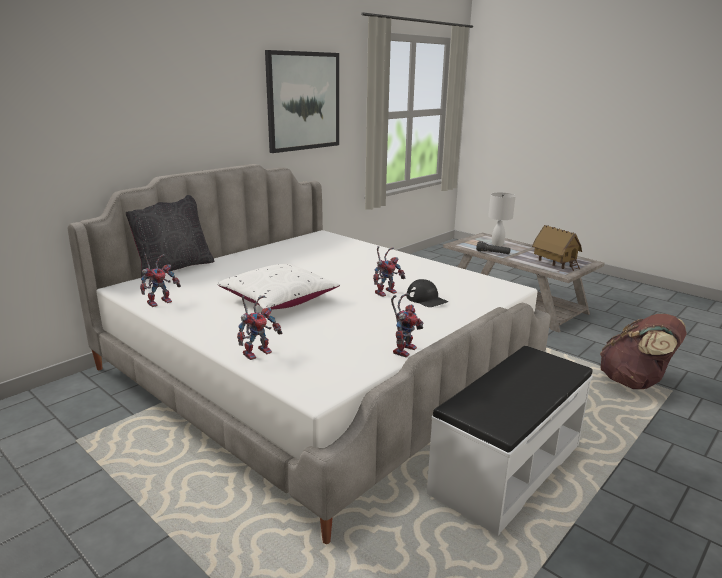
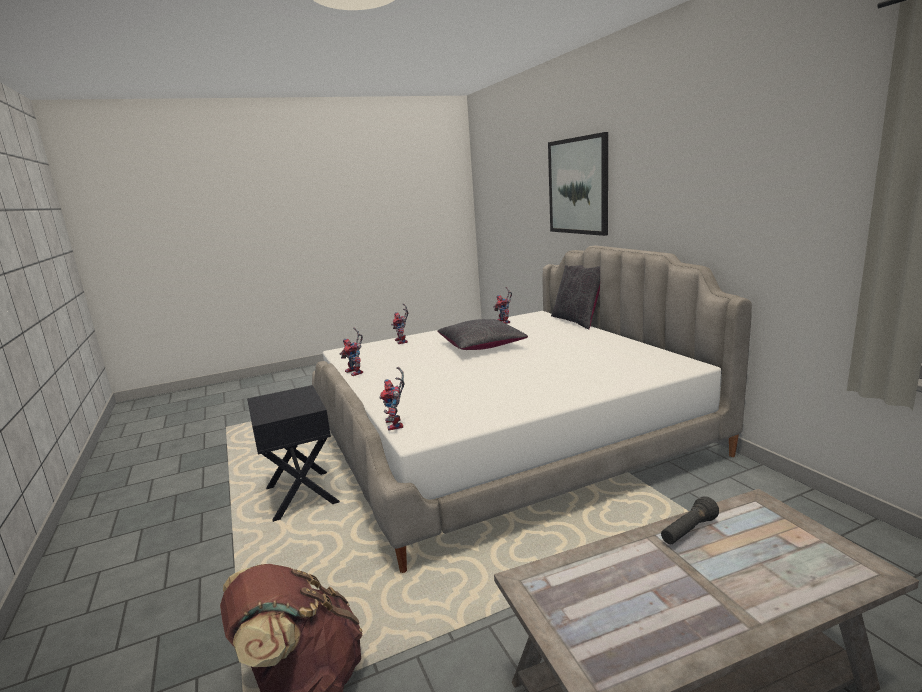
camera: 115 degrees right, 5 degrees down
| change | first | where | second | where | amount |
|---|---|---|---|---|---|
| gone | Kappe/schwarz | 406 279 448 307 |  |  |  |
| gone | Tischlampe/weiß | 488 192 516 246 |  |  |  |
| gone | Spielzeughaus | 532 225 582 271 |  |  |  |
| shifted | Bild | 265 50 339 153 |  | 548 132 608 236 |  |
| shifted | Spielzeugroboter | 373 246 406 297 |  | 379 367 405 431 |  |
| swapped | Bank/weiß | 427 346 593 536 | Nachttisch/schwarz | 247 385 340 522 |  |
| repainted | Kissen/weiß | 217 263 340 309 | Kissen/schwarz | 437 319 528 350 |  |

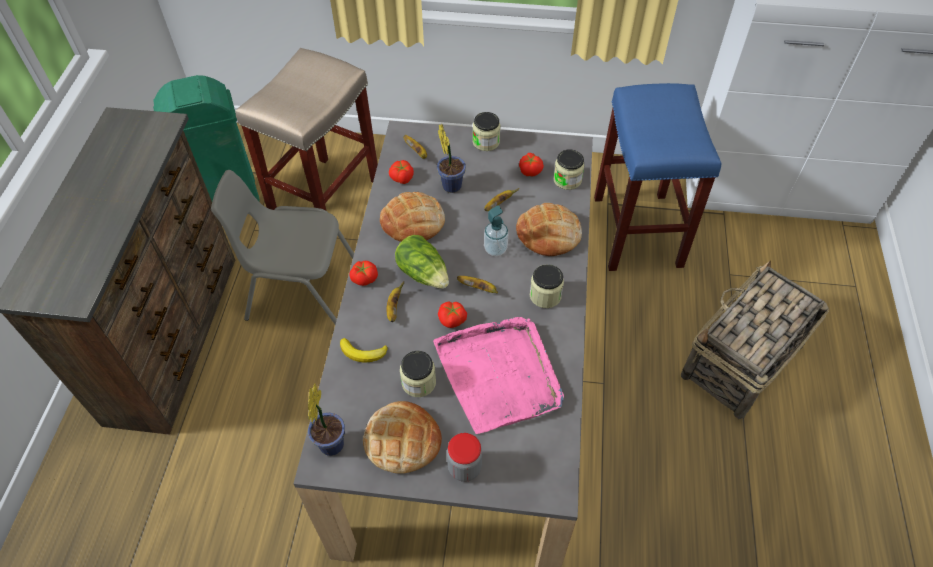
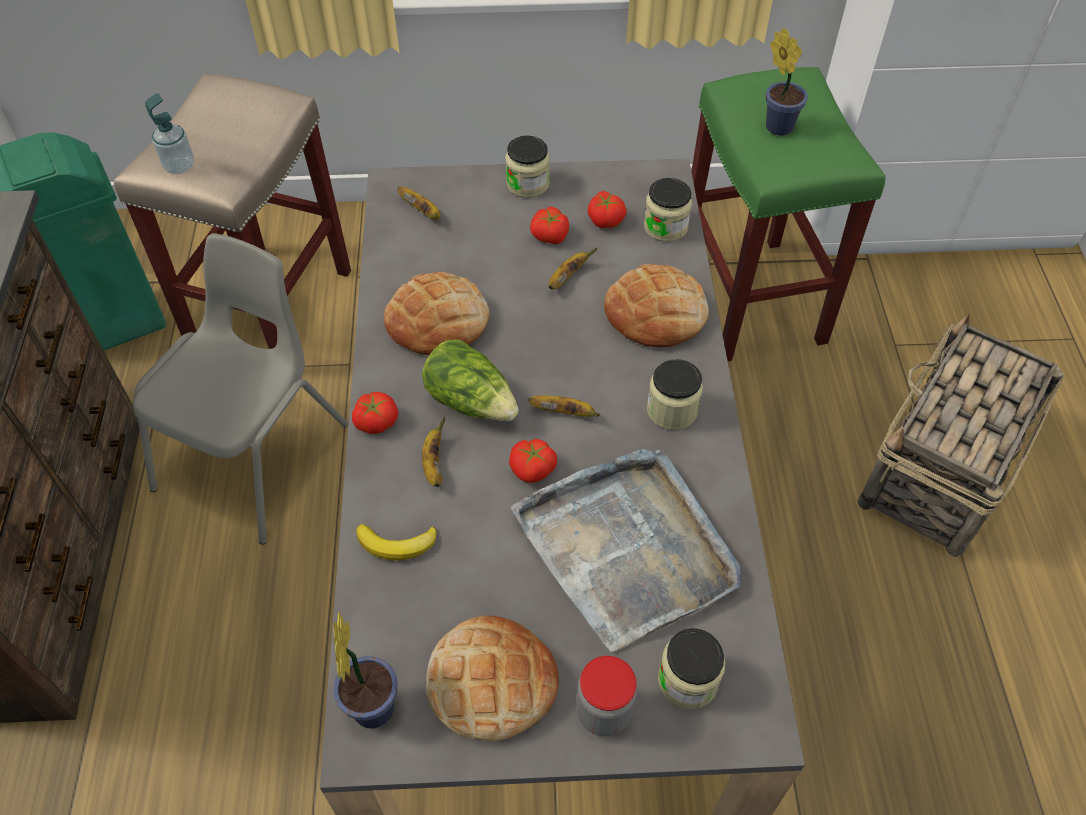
camera: 10 degrees left, 0 degrees up
| change | first | where | second | where | amount |
|---|---|---|---|---|---|
| shifted | Tomate | 389 160 414 184 |  | 530 207 569 244 |  |
| shifted | Vorratsglas | 400 351 436 397 |  | 658 628 725 709 |  |
| shifted | Topfpflanze | 437 124 466 193 |  | 766 28 808 136 |  |
| shifted | Seifenspender | 484 205 509 256 |  | 145 93 194 174 |  |
| repainted | Tablett/rosa | 433 317 564 434 | Tablett/grau | 511 449 741 652 |  |
| repainted | Hocker/blau | 594 83 721 271 | Hocker/grün | 691 67 886 362 |  |
| rotated | Stuhl/grau | 211 170 354 324 |  | 133 233 348 545 | 120 degrees clockwise |

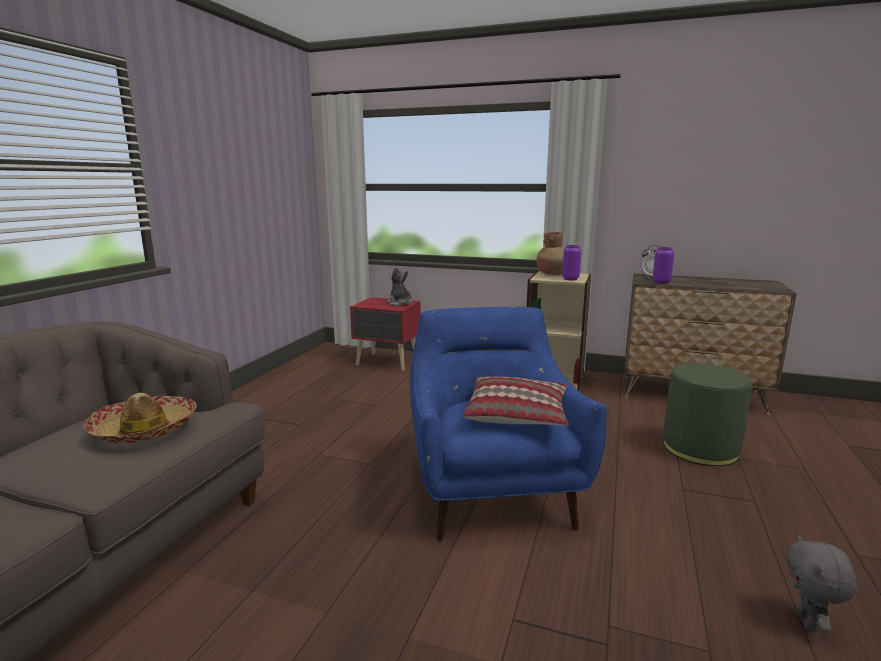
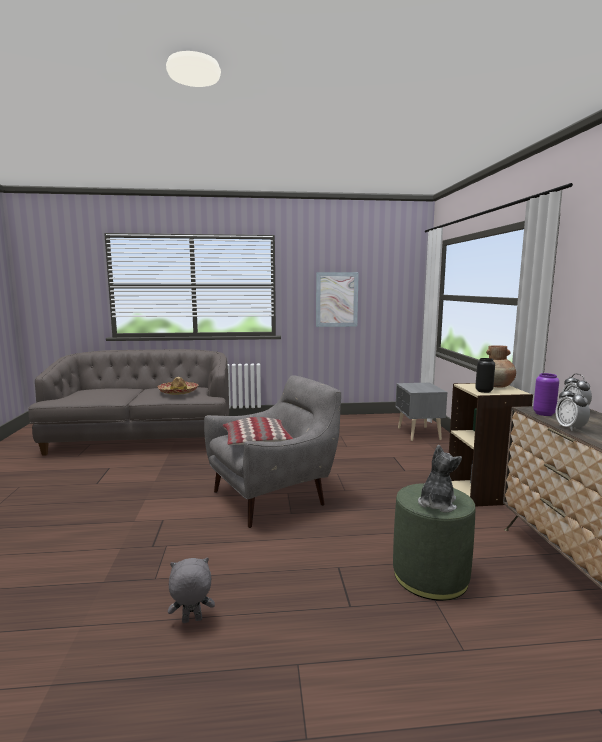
camera: 65 degrees right, 5 degrees down
| change | first | where | second | where | amount |
|---|---|---|---|---|---|
| new |  |  | Bild | 316 272 359 327 |  |
| new |  |  | Wecker | 555 386 590 431 |  |
| shifted | Plüschtier | 387 266 412 306 |  | 418 445 462 513 |  |
| repainted | Nachttisch/rot | 350 297 421 371 | Nachttisch/grau | 396 383 447 441 |  |
| repainted | Sessel/blau | 410 307 607 541 | Sessel/grau | 204 376 341 528 |  |
| repainted | Vase/lila | 562 245 581 280 | Vase/schwarz | 475 358 495 393 |  |

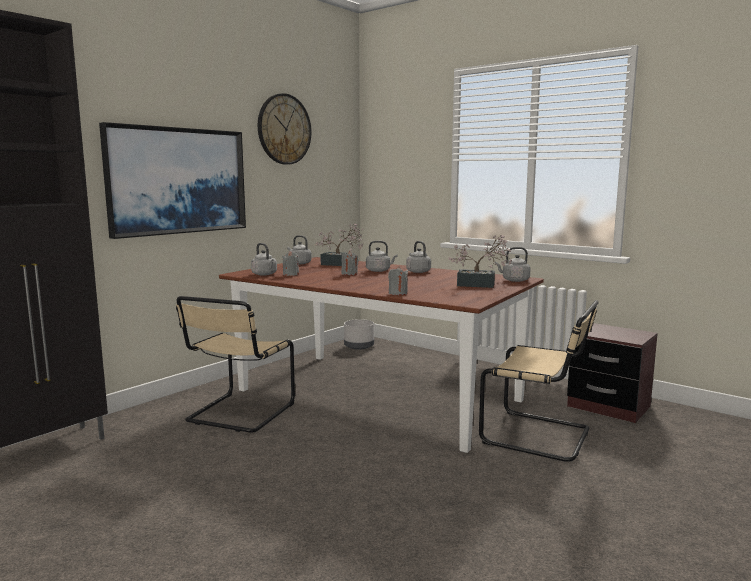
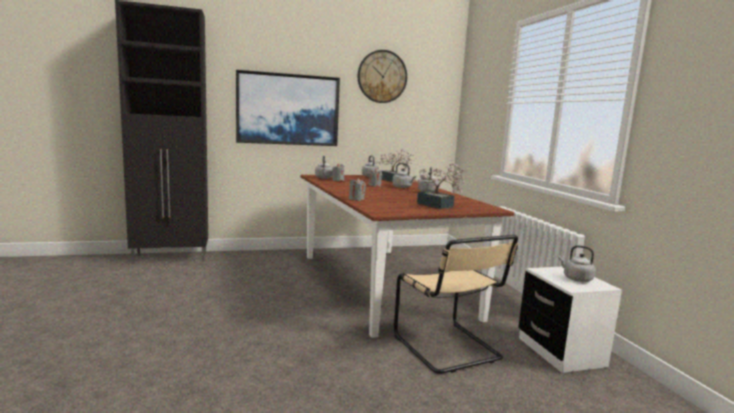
camera: 35 degrees right, 0 degrees up
| change | first | where | second | where | amount |
|---|---|---|---|---|---|
| gone | Stuhl/beige | 176 296 295 432 |  |  |  |
| gone | Pflanzkübel/grau | 344 319 374 350 |  |  |  |
| shifted | Wasserkessel/grau | 495 247 530 282 |  | 558 245 595 282 |  |
| repainted | Nachttisch/braun | 567 323 658 423 | Nachttisch/weiß | 518 267 622 373 |  |

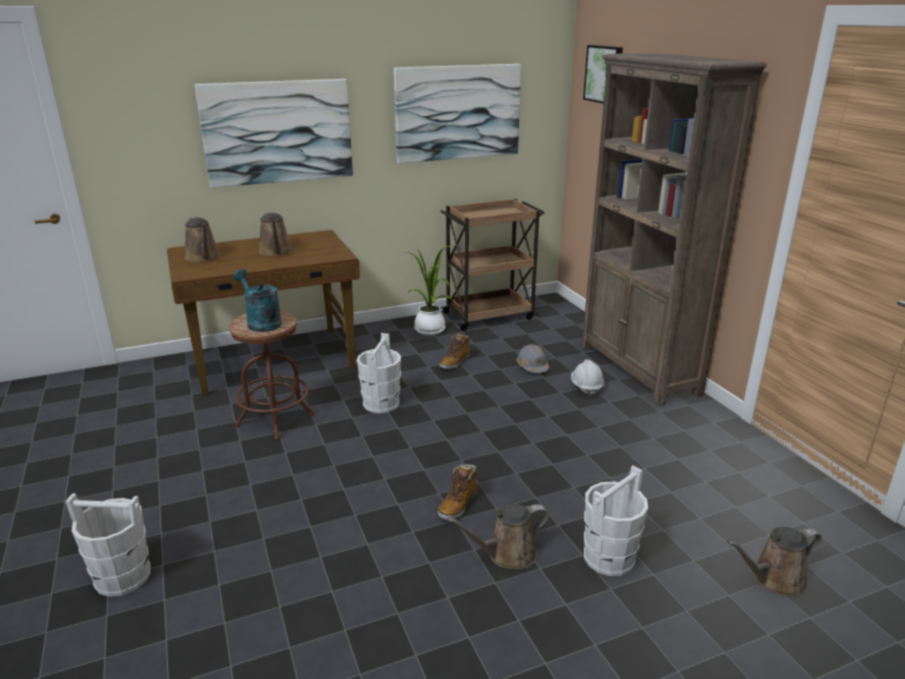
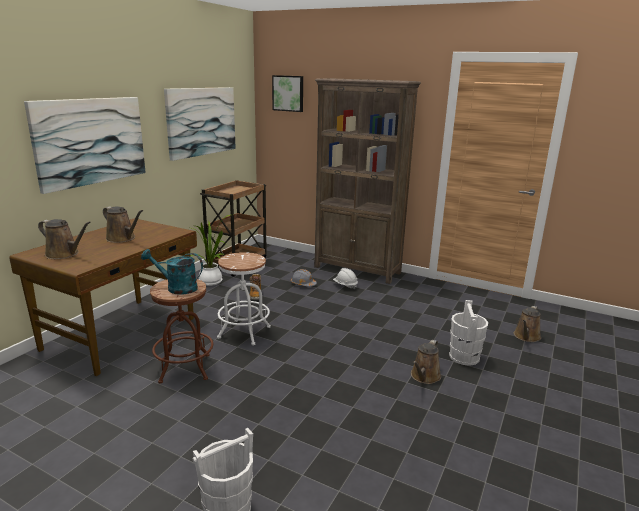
camera: 40 degrees left, 5 degrees down
| change | first | where | second | where | amount |
|---|---|---|---|---|---|
| gone | Stiefel | 438 464 478 520 |  |  |  |
| swapped | Eimer/weiß | 357 333 401 413 | Hocker/weiß | 217 252 271 345 |  |

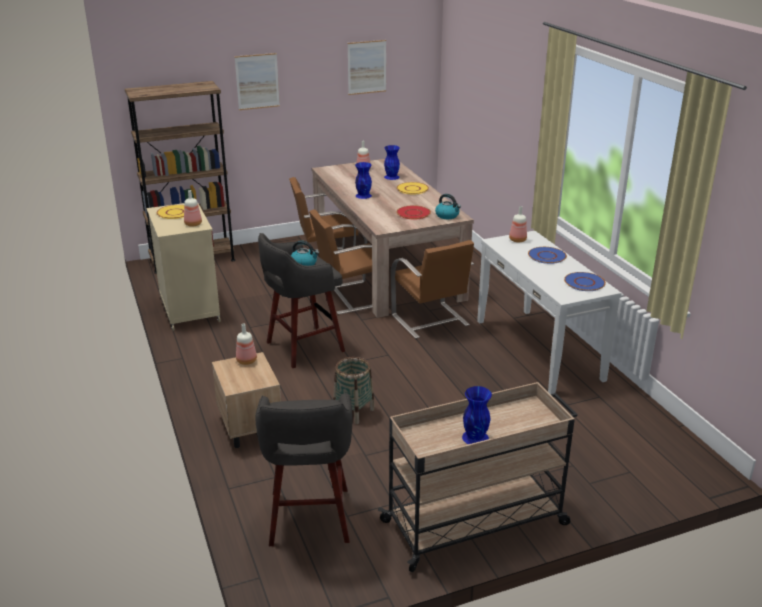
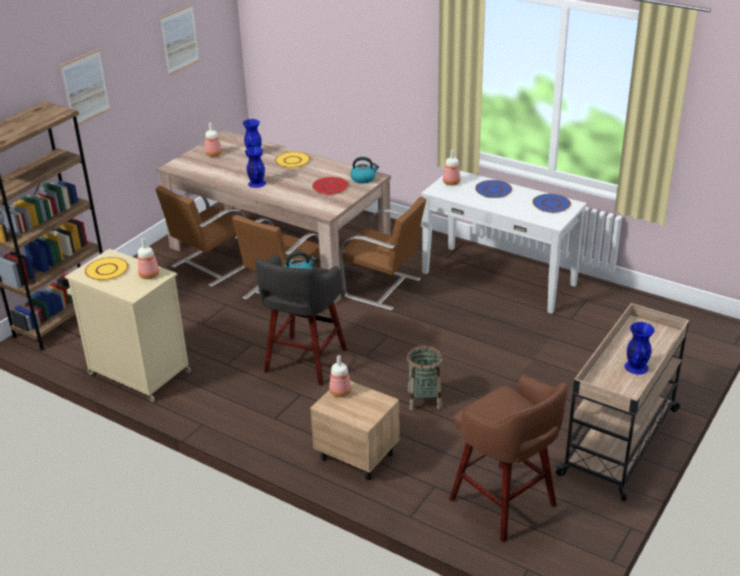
camera: 35 degrees left, 5 degrees up
| change | first | where | second | where | amount |
|---|---|---|---|---|---|
| repainted | Hocker/grau | 255 393 352 546 | Hocker/braun | 449 375 567 543 |  |

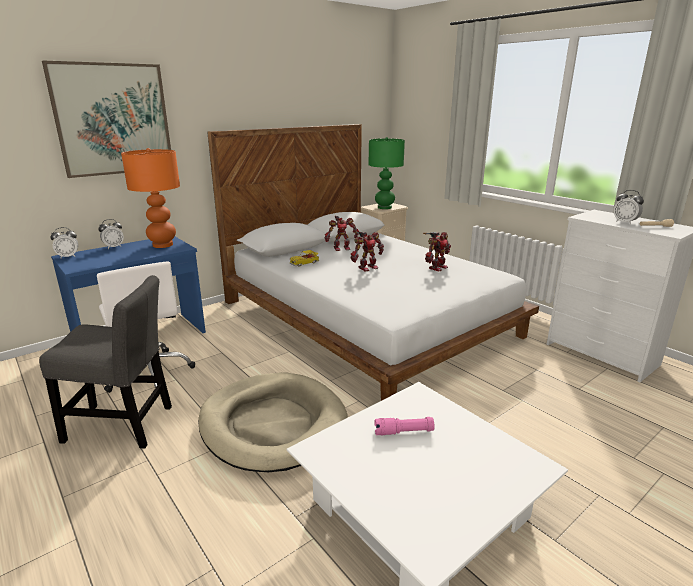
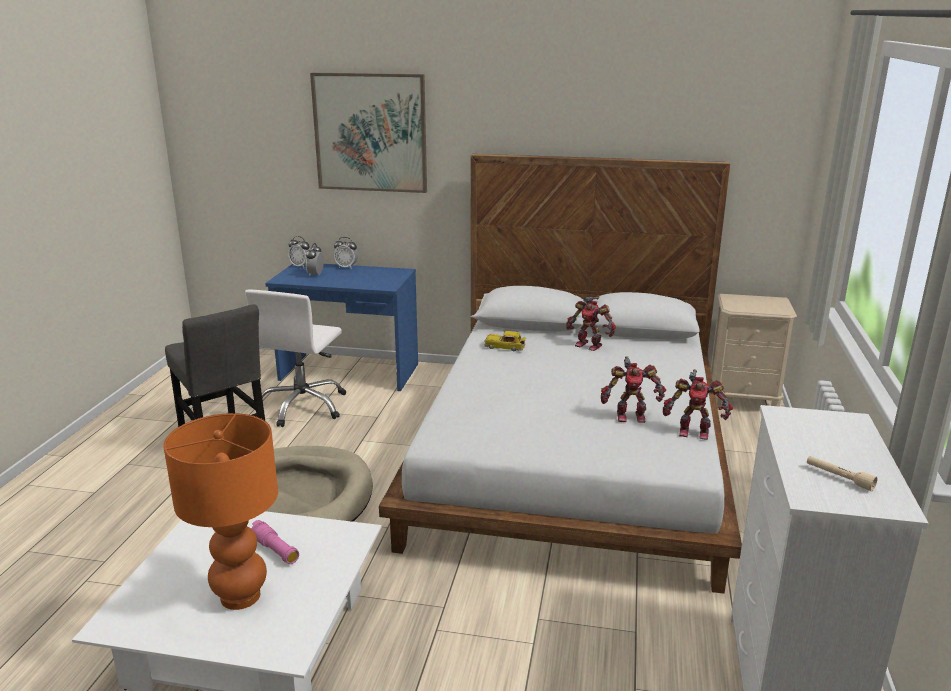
camera: 50 degrees right, 0 degrees up
| change | first | where | second | where | amount |
|---|---|---|---|---|---|
| gone | Tischlampe/grün | 369 137 405 209 |  |  |  |
| shifted | Tischlampe/orange | 121 148 180 248 |  | 163 413 278 610 |  |
| shifted | Spielzeugroboter | 350 231 384 272 |  | 663 369 733 440 |  |
| shifted | Wecker | 614 190 644 225 |  | 306 243 324 276 |  |

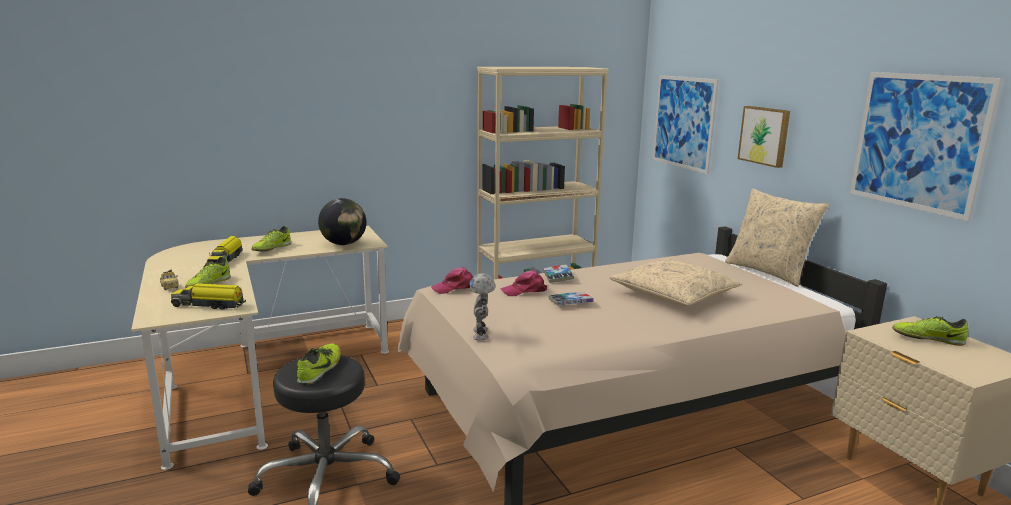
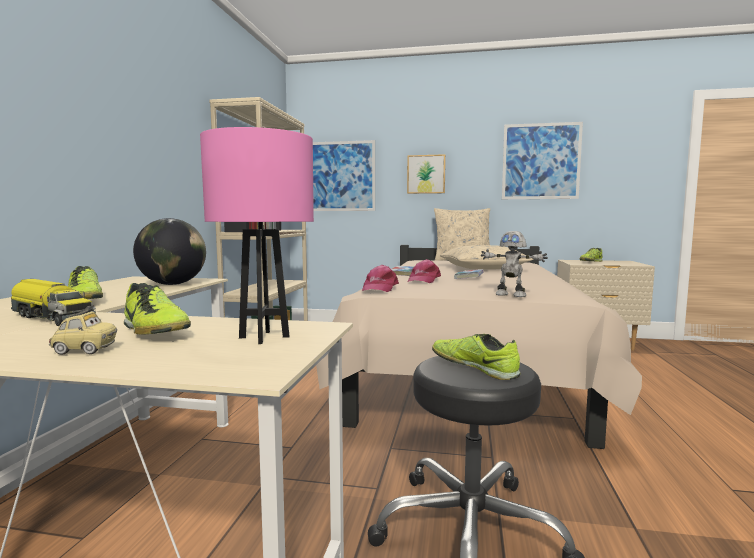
camera: 55 degrees left, 10 degrees down
| change | first | where | second | where | amount |
|---|---|---|---|---|---|
| swapped | Spielzeuglaster | 171 283 246 310 | Tischlampe/rosa | 200 127 314 344 |  |

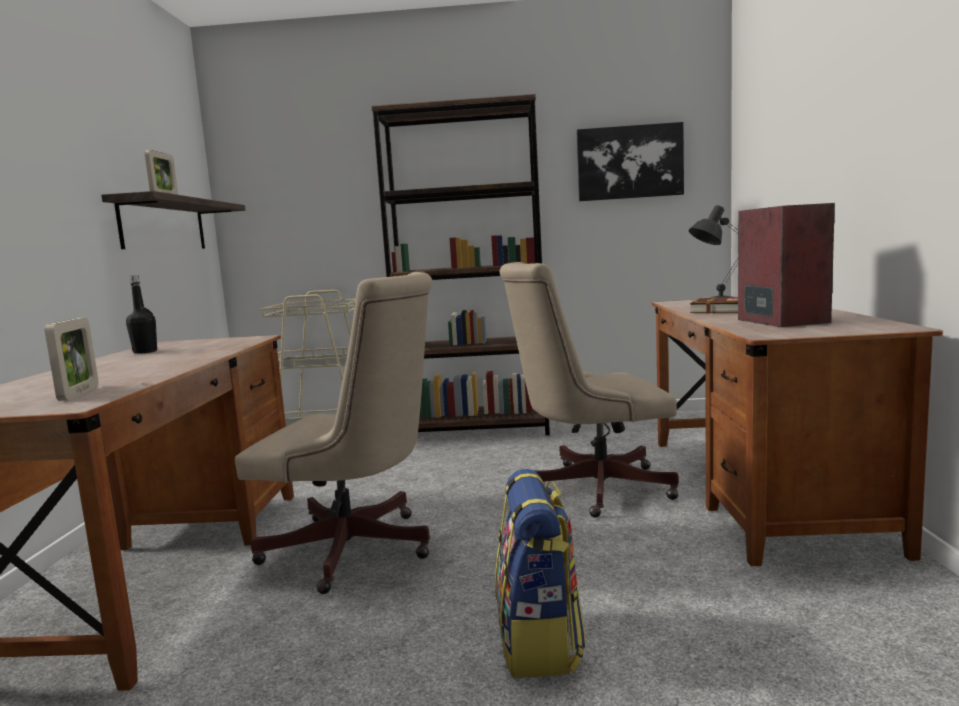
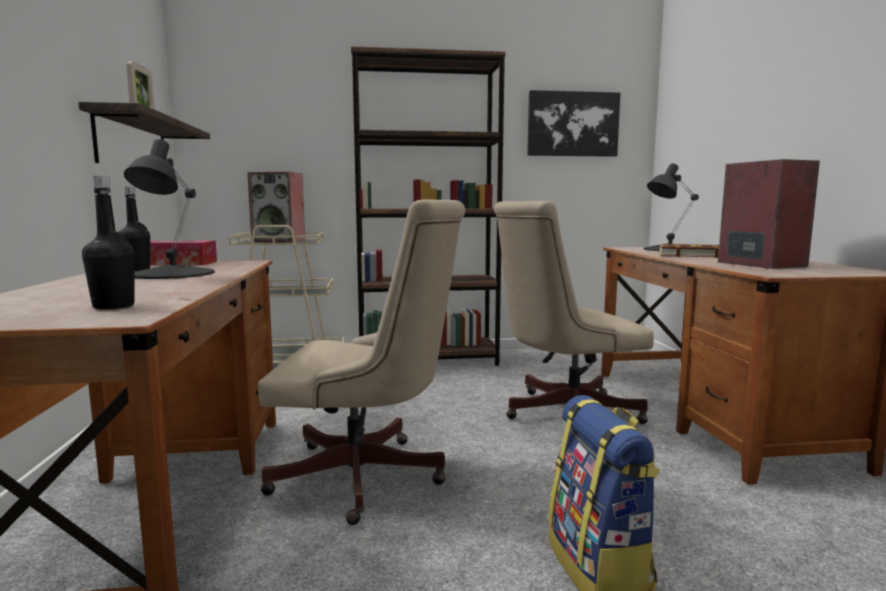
camera: 10 degrees left, 0 degrees up
| change | first | where | second | where | amount |
|---|---|---|---|---|---|
| new |  |  | Tischlampe/schwarz | 124 139 215 279 |  |
| new |  |  | Taschentuchbox | 150 241 217 265 |  |
| new |  |  | Lautsprecher | 247 172 305 243 |  |
| swapped | Bilderrahmen | 45 318 98 401 | Flasche/schwarz | 82 176 135 309 |  |

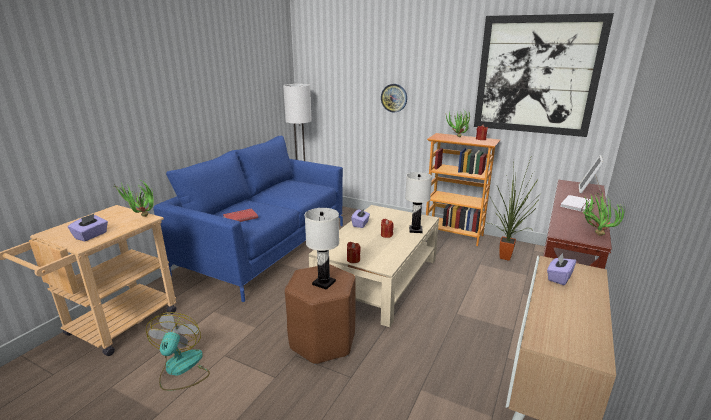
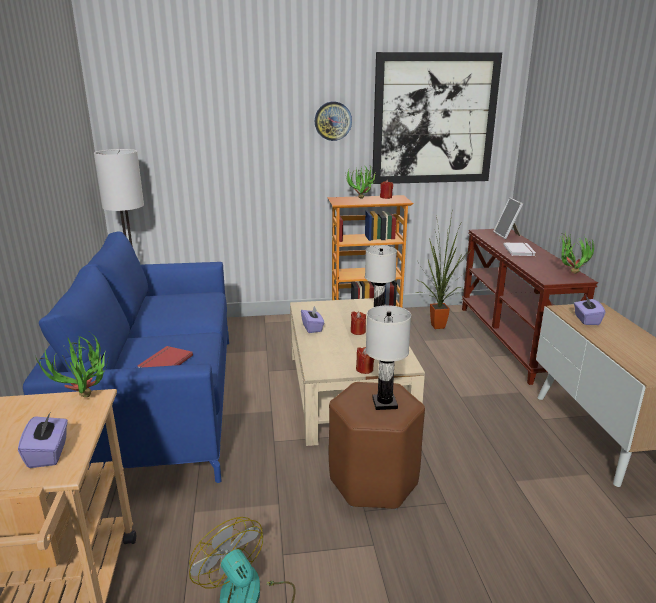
camera: 35 degrees left, 0 degrees up
| change | first | where | second | where | amount |
|---|---|---|---|---|---|
| shifted | Wanduhr | 381 84 407 113 |  | 315 102 352 141 |  |

